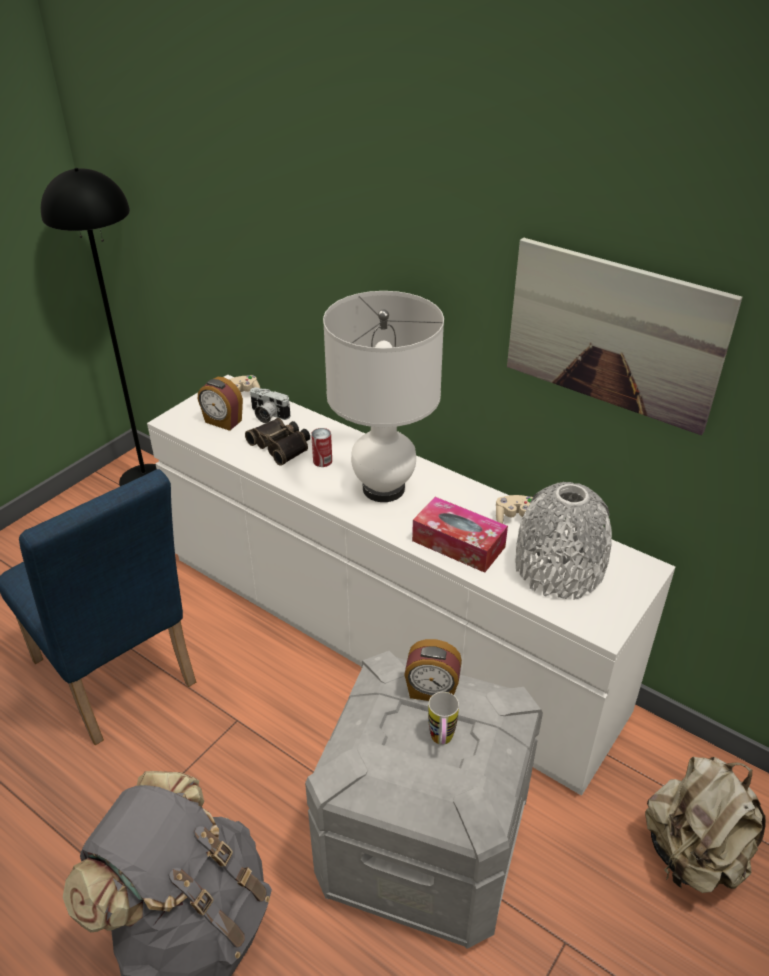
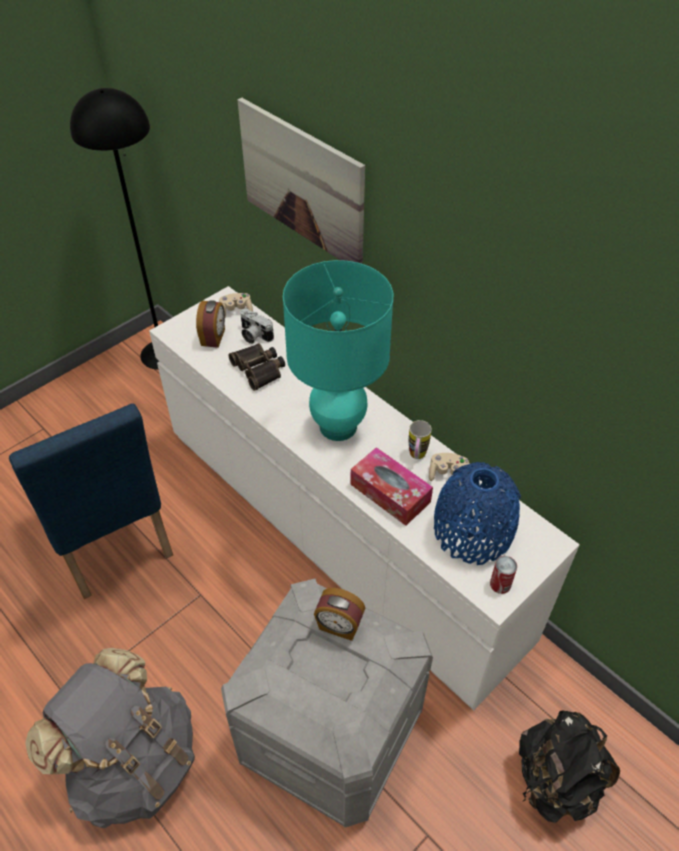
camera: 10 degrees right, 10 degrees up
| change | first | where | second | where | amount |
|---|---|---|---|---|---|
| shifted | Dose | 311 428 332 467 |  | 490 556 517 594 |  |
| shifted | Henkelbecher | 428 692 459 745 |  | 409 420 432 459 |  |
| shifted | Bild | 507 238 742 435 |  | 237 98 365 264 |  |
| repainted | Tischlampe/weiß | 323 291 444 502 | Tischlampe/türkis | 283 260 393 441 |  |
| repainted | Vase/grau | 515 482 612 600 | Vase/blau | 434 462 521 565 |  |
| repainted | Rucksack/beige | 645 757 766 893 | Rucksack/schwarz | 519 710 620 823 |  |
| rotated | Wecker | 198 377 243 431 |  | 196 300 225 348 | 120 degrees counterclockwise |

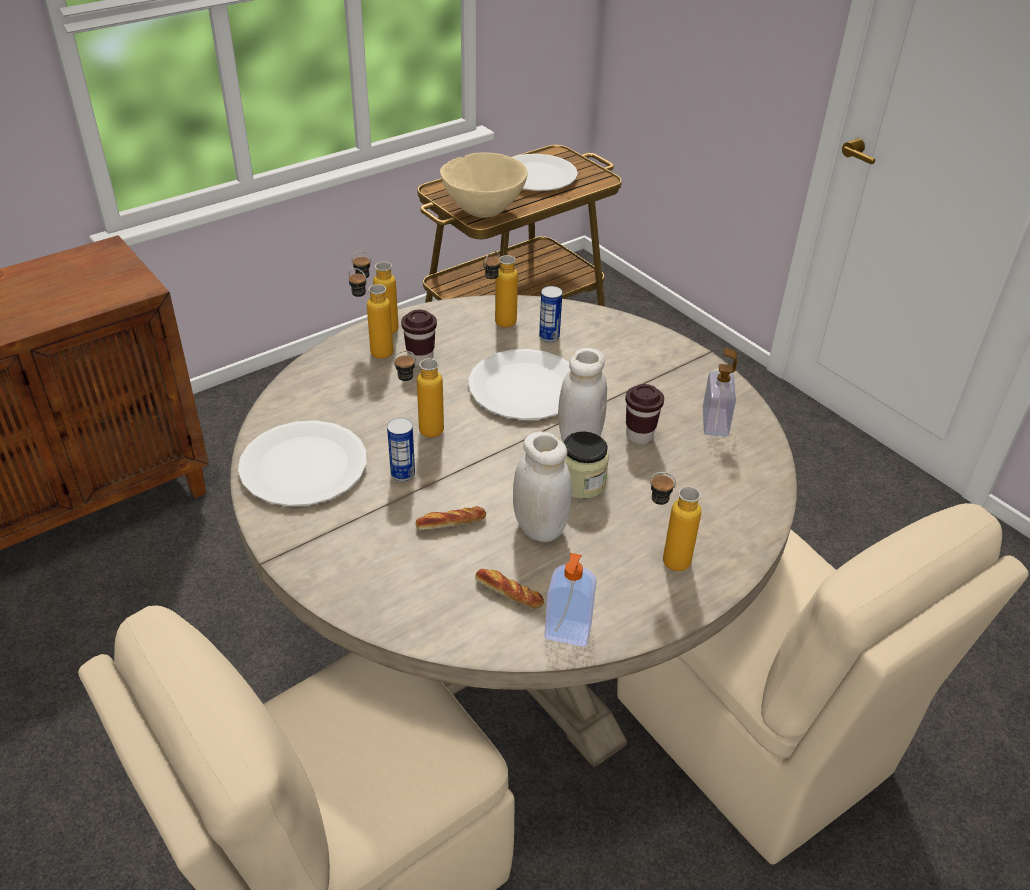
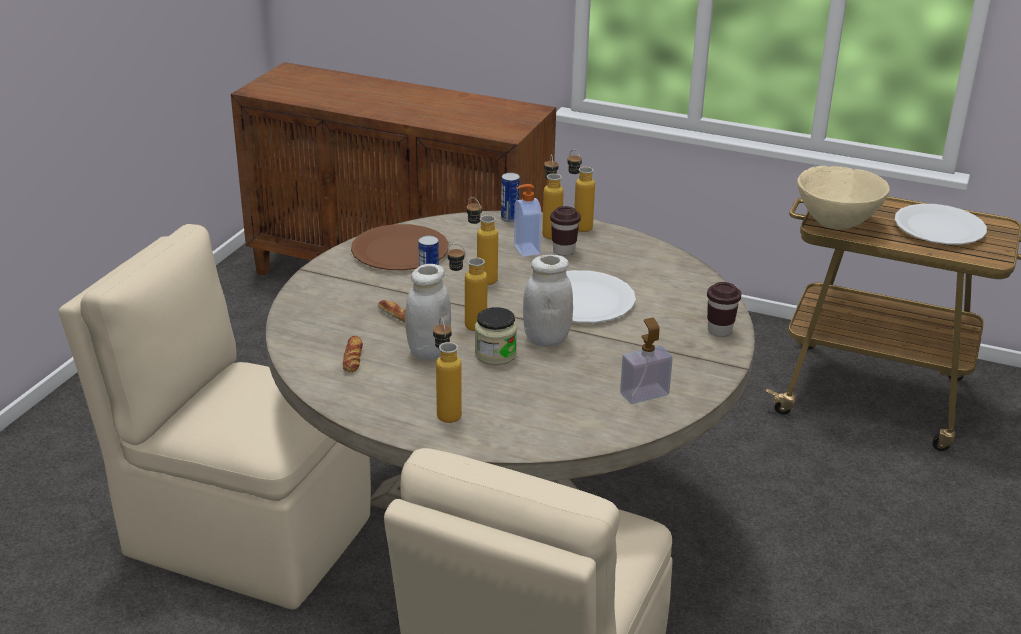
camera: 60 degrees right, 10 degrees down
| change | first | where | second | where | amount |
|---|---|---|---|---|---|
| shifted | Flasche | 484 251 518 328 |  | 447 243 488 331 |  |
| shifted | Dose | 539 286 563 343 |  | 501 173 520 222 |  |
| shifted | Seifenspender | 544 553 597 647 |  | 514 184 542 257 |  |
| shifted | Tasse/braun | 625 384 664 444 |  | 707 282 741 337 |  |
| repainted | Teller/weiß | 238 420 367 506 | Teller/braun | 351 224 449 270 |  |

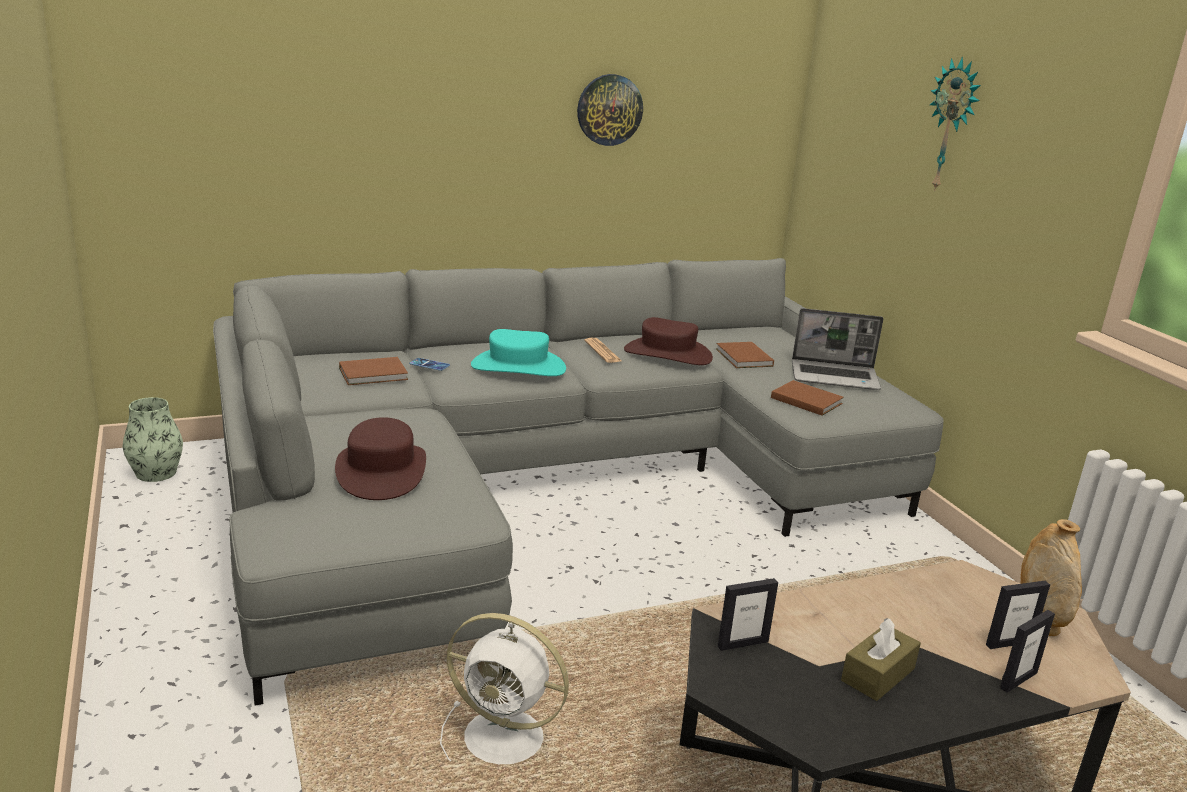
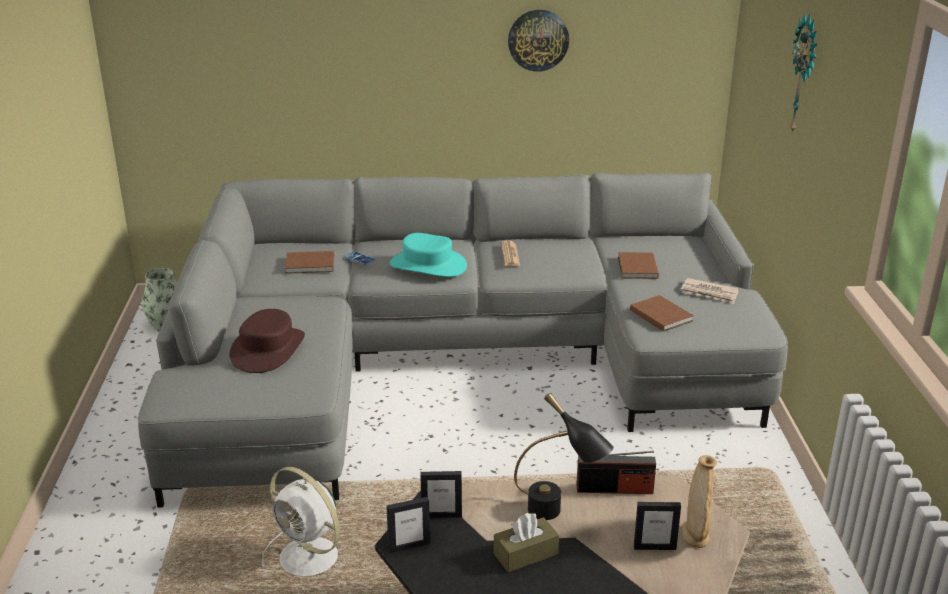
camera: 20 degrees right, 5 degrees up
| change | first | where | second | where | amount |
|---|---|---|---|---|---|
| gone | Hut/braun | 624 317 713 365 |  |  |  |
| new |  |  | Tischlampe/schwarz | 514 393 614 520 |  |
| new |  |  | Radio | 577 451 656 494 |  |
| shifted | Bilderrahmen | 1000 610 1055 693 |  | 386 497 430 553 |  |
| swapped | Laptop | 792 308 883 390 | Zeitung | 681 278 739 304 |  |

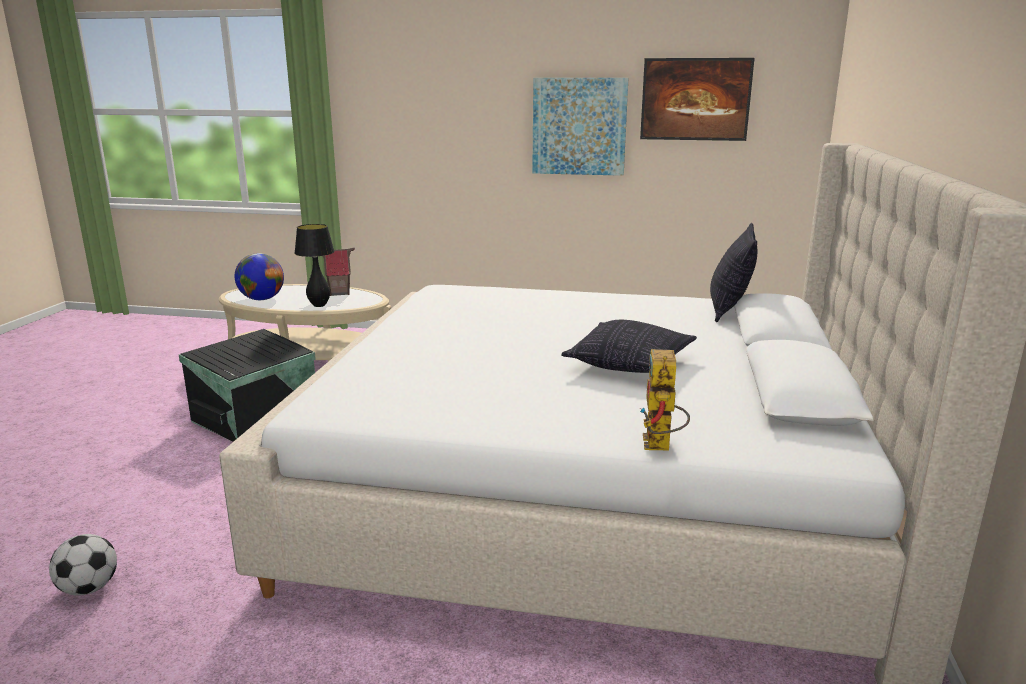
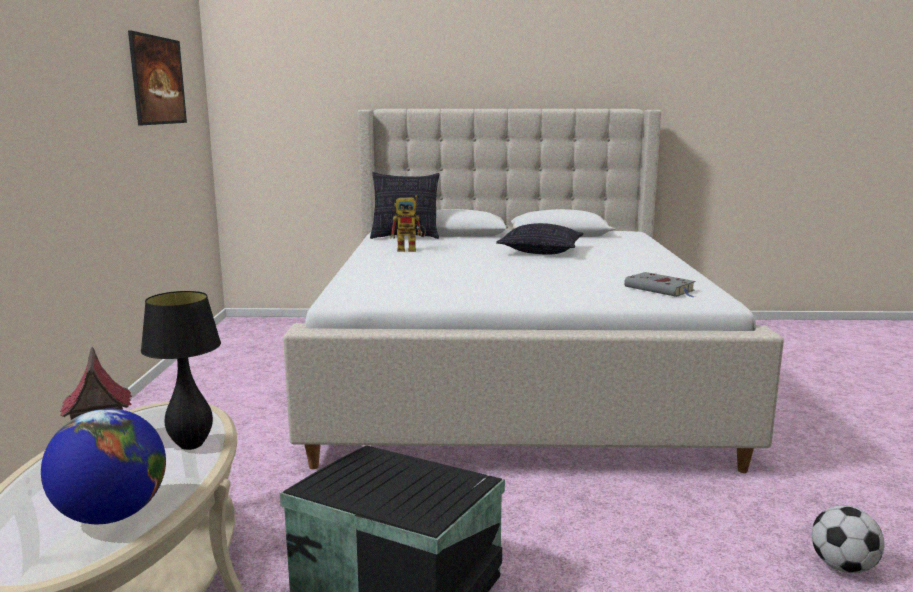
camera: 100 degrees left, 5 degrees down
| change | first | where | second | where | amount |
|---|---|---|---|---|---|
| gone | Bild | 532 78 628 176 |  |  |  |
| new |  |  | Buch/grau | 624 272 695 297 |  |
| shifted | Spielzeugroboter | 640 349 690 450 |  | 390 195 426 252 |  |

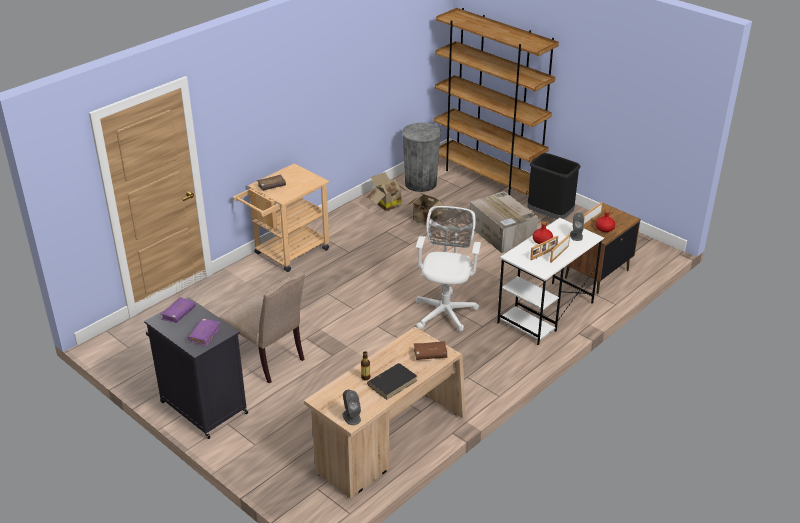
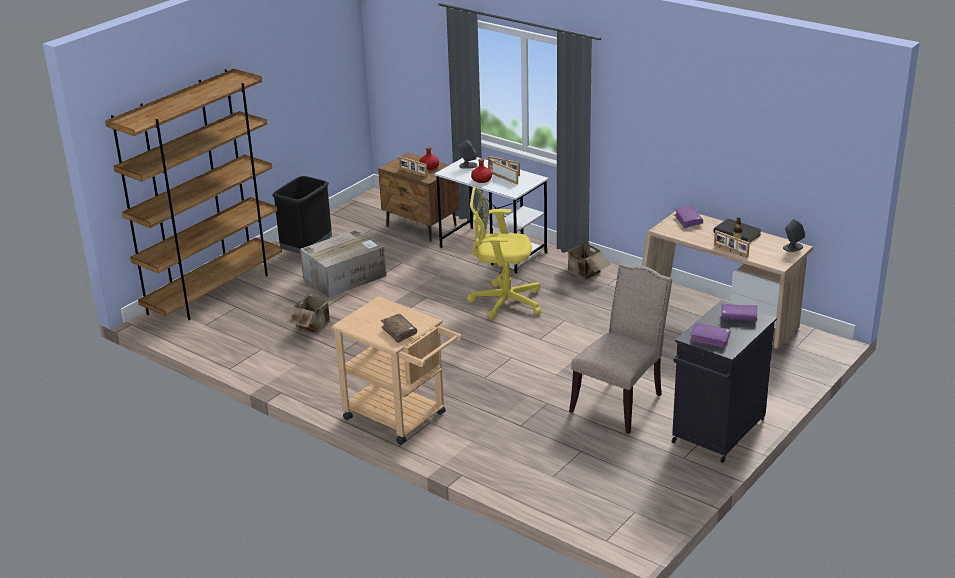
camera: 95 degrees left, 5 degrees down
| change | first | where | second | where | amount |
|---|---|---|---|---|---|
| gone | Mülleimer/grau | 402 123 441 192 |  |  |  |
| new |  |  | Bilderrahmen | 714 230 750 258 |  |
| shifted | Karton | 367 172 409 211 |  | 564 240 611 280 |  |
| repainted | Buch/braun | 414 341 447 360 | Buch/lila | 674 206 703 228 |  |
| repainted | Bürostuhl/weiß | 416 206 481 331 | Bürostuhl/gelb | 467 187 541 320 |  |

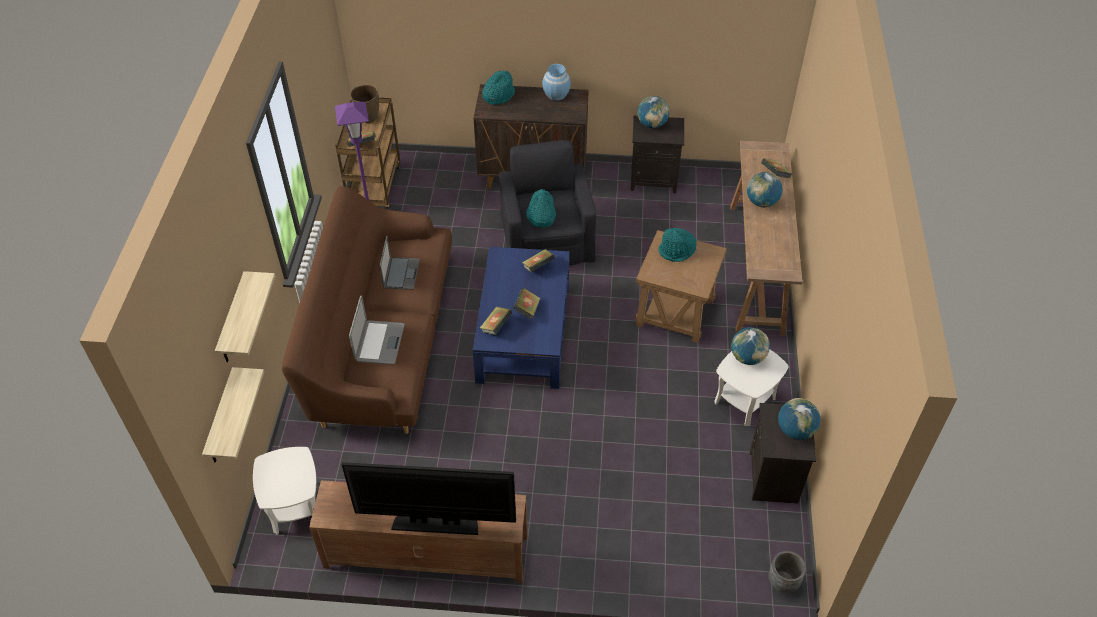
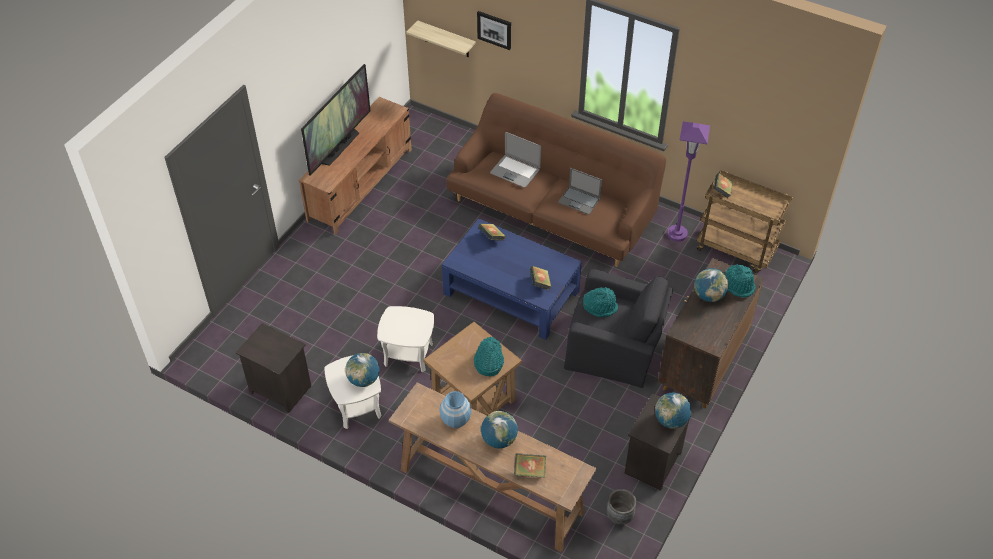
camera: 115 degrees right, 0 degrees up
| change | first | where | second | where | amount |
|---|---|---|---|---|---|
| gone | Vase/braun | 350 85 379 123 |  |  |  |
| gone | Buch | 513 288 540 319 |  |  |  |
| shifted | Beistelltisch/weiß | 253 447 316 535 |  | 377 306 434 372 |  |
| shifted | Vase/blau | 542 64 571 101 |  | 440 391 471 428 |  |
| shifted | Pflanzkübel/grau | 768 551 806 593 |  | 607 489 637 525 |  |
| shifted | Globus | 778 398 820 440 |  | 694 268 729 302 |  |
| swapped | Wandregal | 215 271 275 362 | Bild | 477 11 511 50 |  |

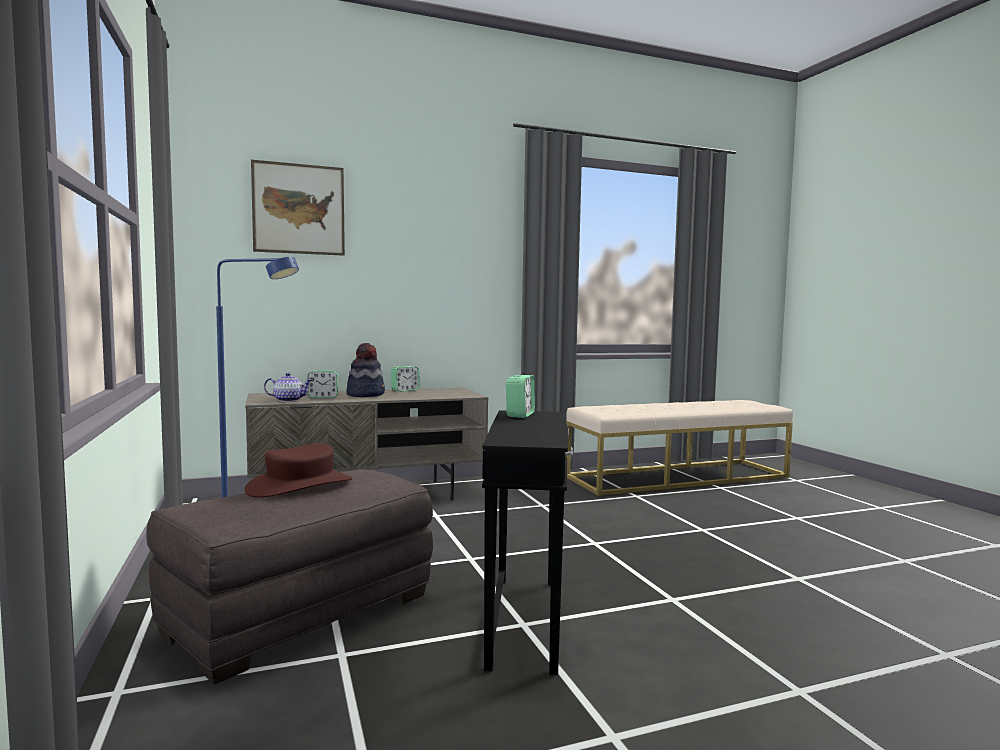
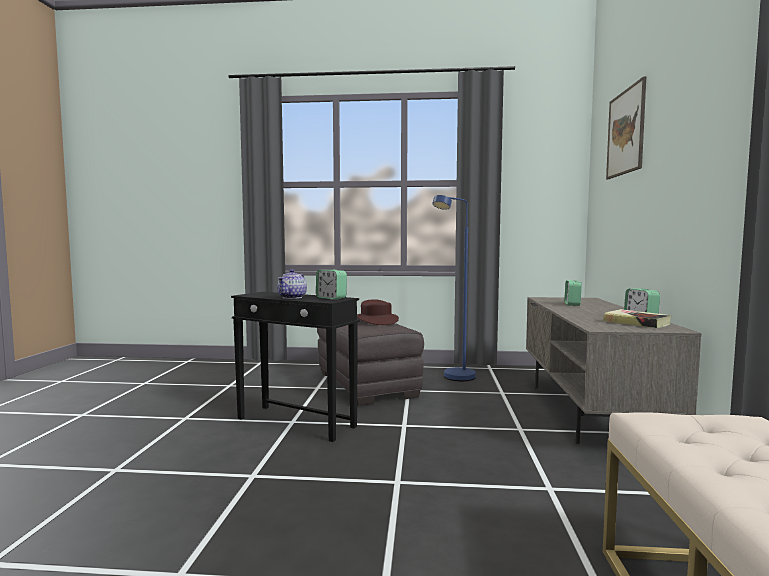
camera: 115 degrees right, 0 degrees up
| change | first | where | second | where | amount |
|---|---|---|---|---|---|
| gone | Hut | 347 343 385 397 |  |  |  |
| new |  |  | Buch | 603 309 672 328 |  |
| shifted | Teekanne | 264 373 312 402 |  | 277 269 307 299 |  |

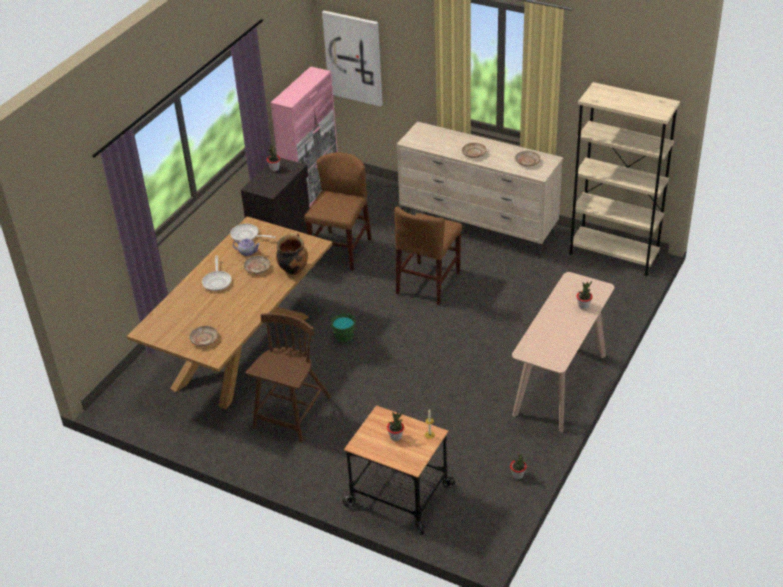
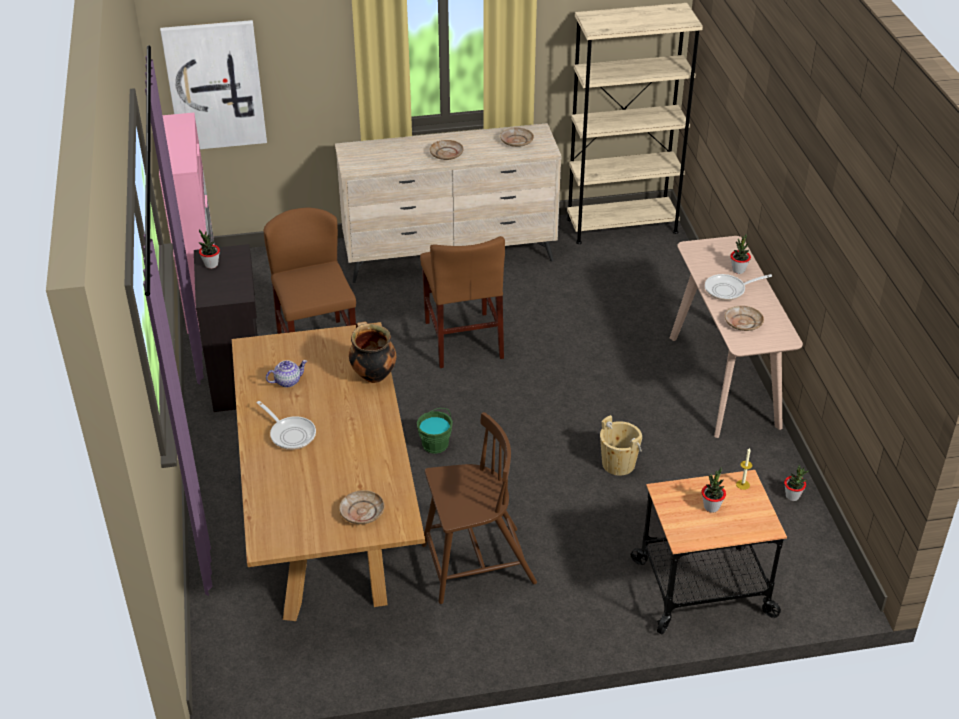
camera: 40 degrees left, 0 degrees up
| change | first | where | second | where | amount |
|---|---|---|---|---|---|
| new |  |  | Eimer/beige | 600 415 642 476 |  |
| shifted | Pfanne | 230 224 276 242 |  | 705 274 772 301 |  |
| shifted | Teller/beige | 244 256 271 274 |  | 725 306 764 331 |  |
| rotated | Stuhl/braun | 246 313 331 443 |  | 422 412 537 604 | 90 degrees clockwise |

